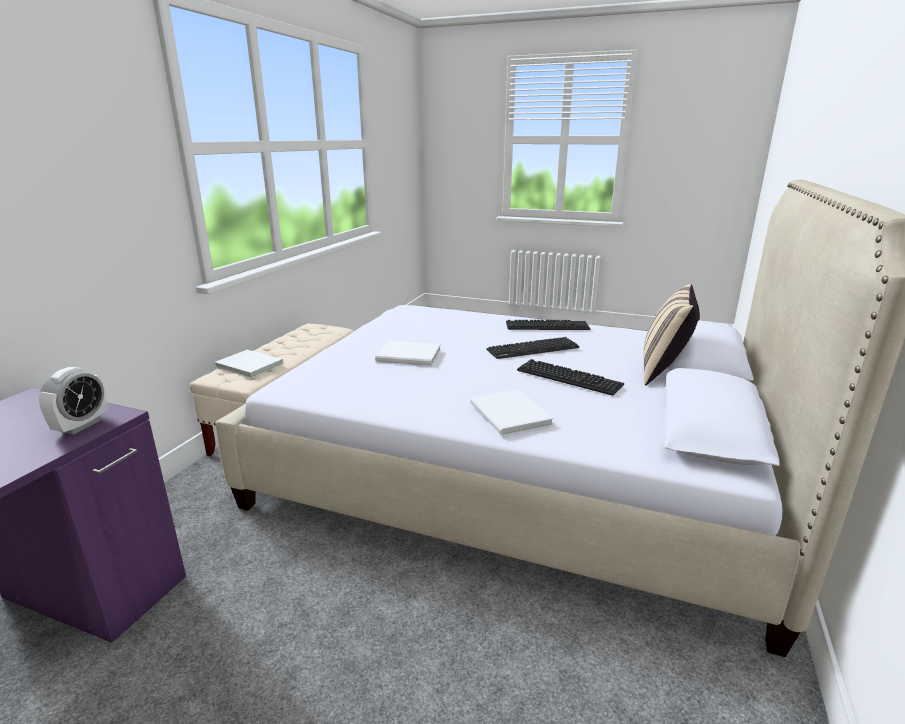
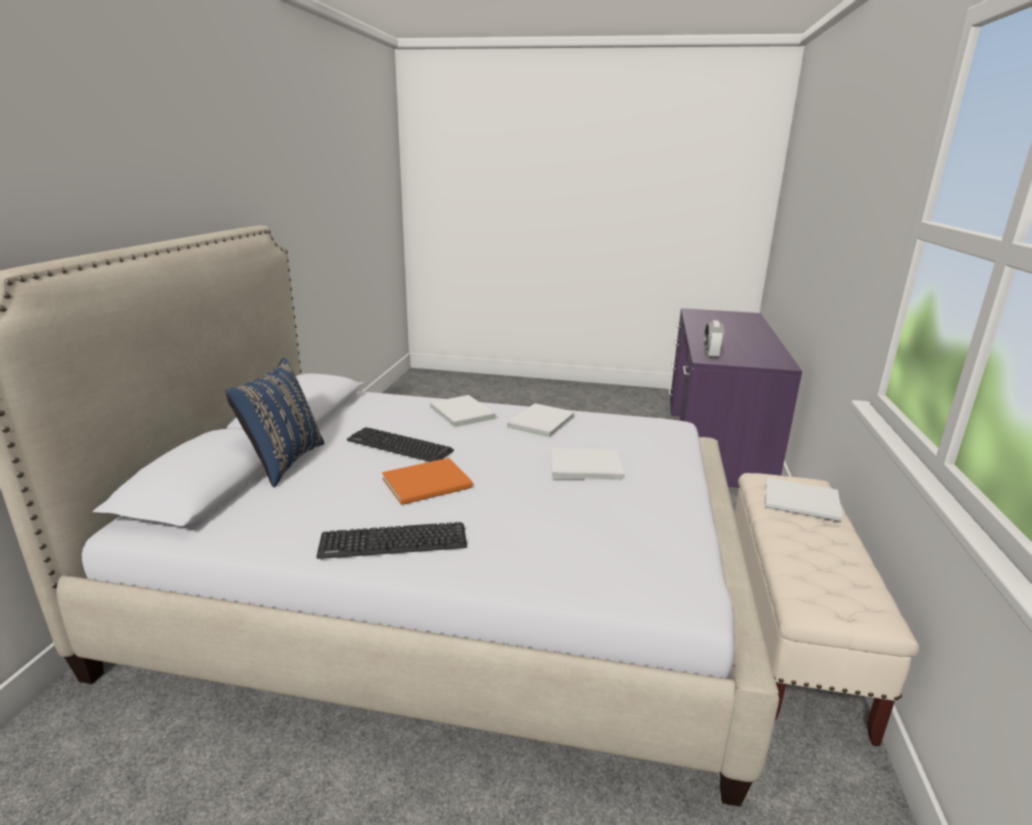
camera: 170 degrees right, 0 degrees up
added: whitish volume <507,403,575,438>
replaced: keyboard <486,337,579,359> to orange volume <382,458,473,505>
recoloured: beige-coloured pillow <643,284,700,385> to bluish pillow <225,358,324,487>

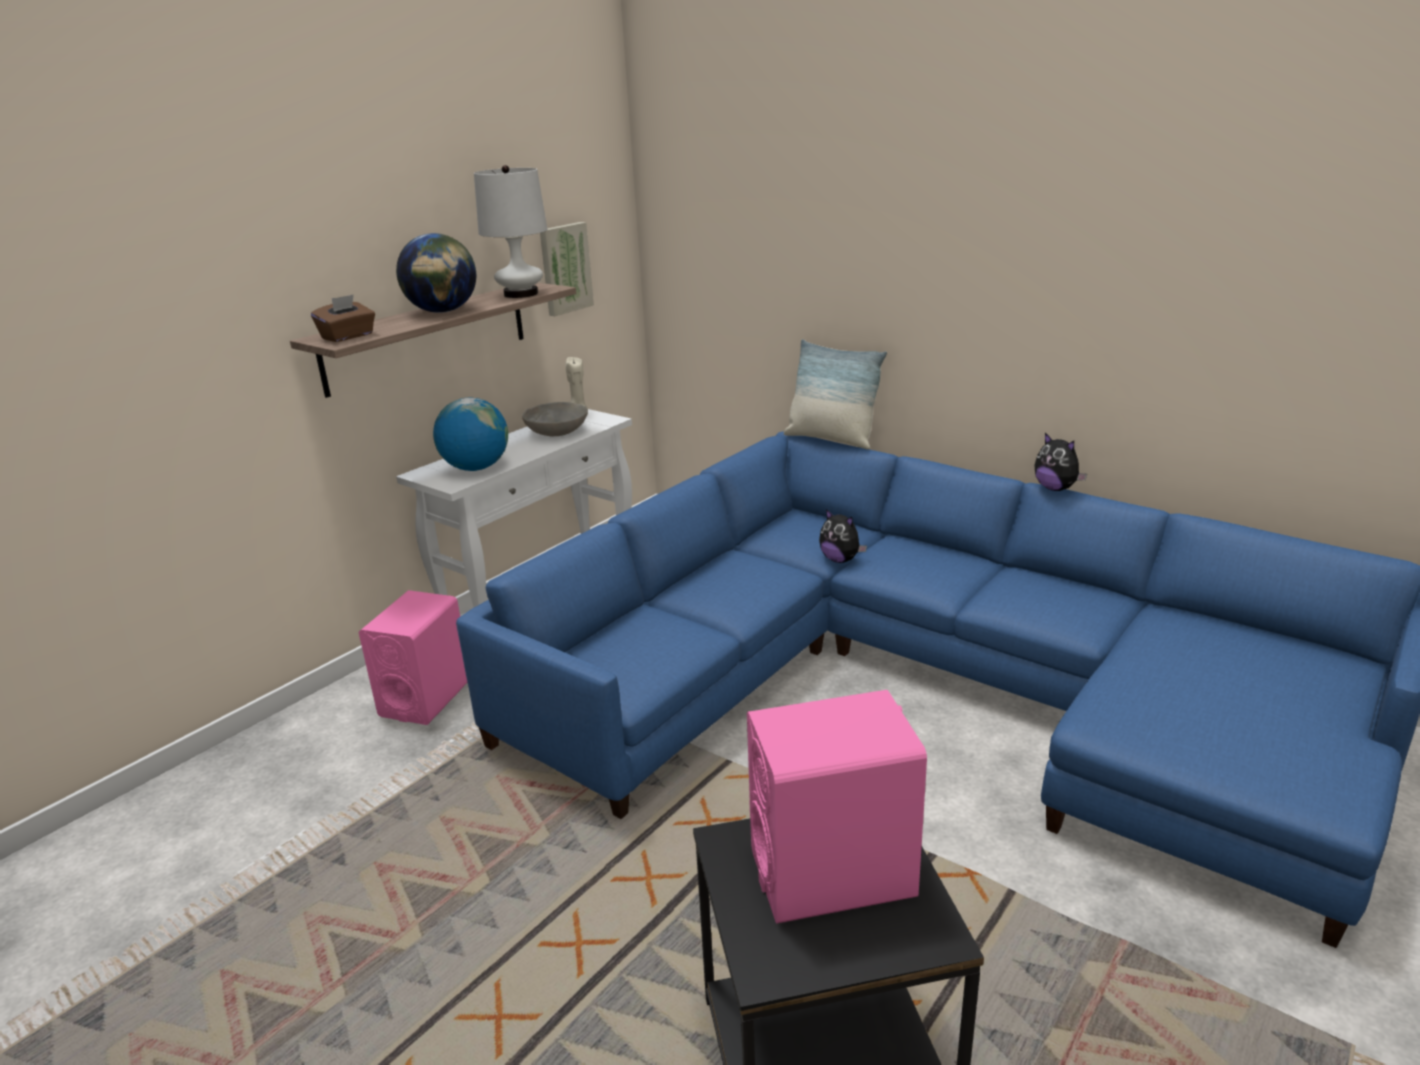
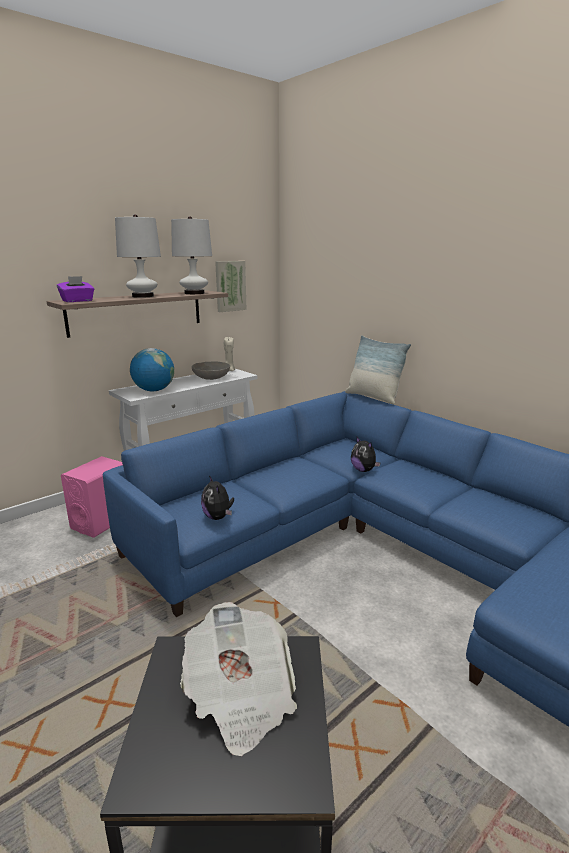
camera: 10 degrees right, 5 degrees down
moved: plush toy <1034,433,1087,491> to <201,475,234,520>
replaced: world globe <396,233,476,313> to whitish table lamp <115,214,161,298>; pink speaker <747,690,927,924> to daily paper <180,602,297,756>
recoloured: brownish tissue holder <311,294,375,342> to purple tissue holder <57,276,94,302>

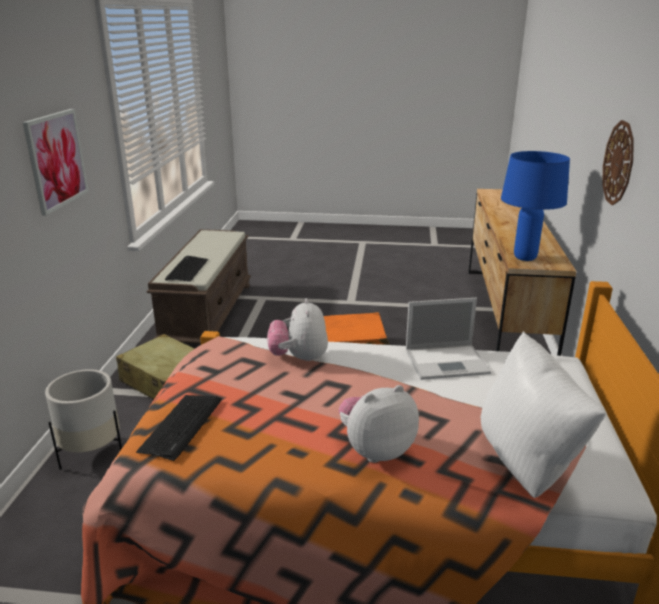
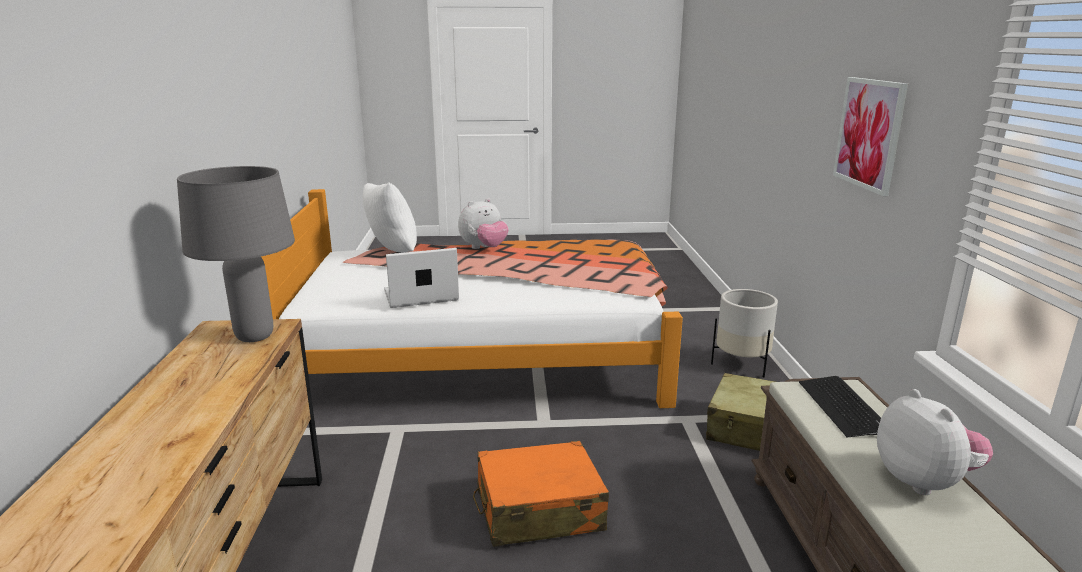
camera: 170 degrees right, 5 degrees down
removed: keyboard <136,395,222,461>; clock on the wall <602,120,634,205>
moved: plush toy <267,298,328,361> to <877,389,993,495>
recoloured: bluish table lamp <501,151,570,261> to grey table lamp <177,166,295,342>

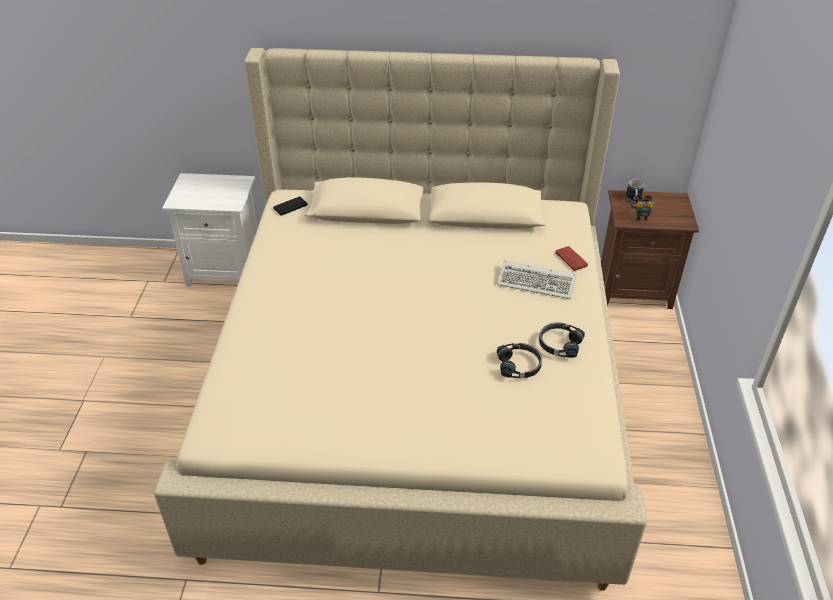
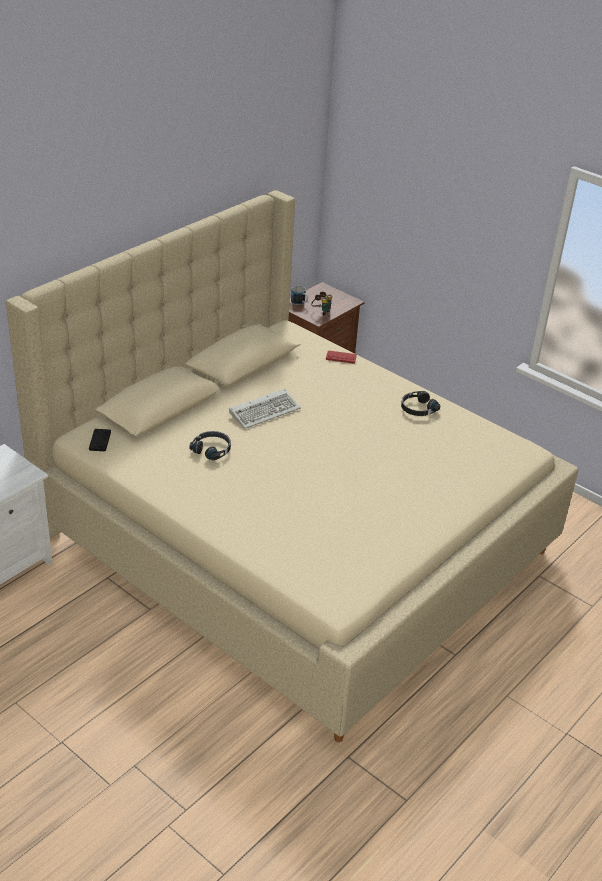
camera: 55 degrees left, 5 degrees down
moved: keyboard <497,260,576,299> to <229,389,301,429>; black pair of headphones <497,343,542,378> to <190,431,231,461>

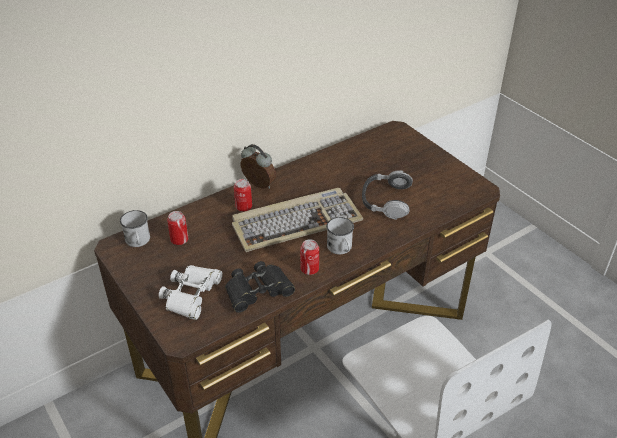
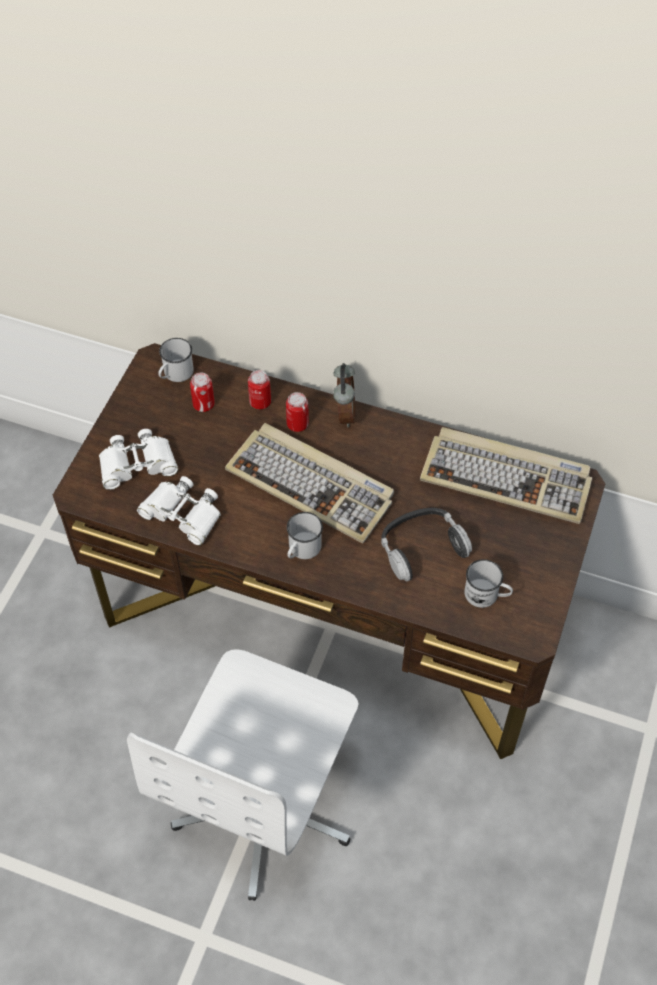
camera: 55 degrees right, 15 degrees up
added: keyboard <420,427,592,524>; whitish coffee mug <464,559,513,608>
moved: sealed can <300,240,319,275> to <248,370,271,409>
recoloured: black pair of binoculars <225,261,295,313> to whitish pair of binoculars <137,476,221,546>

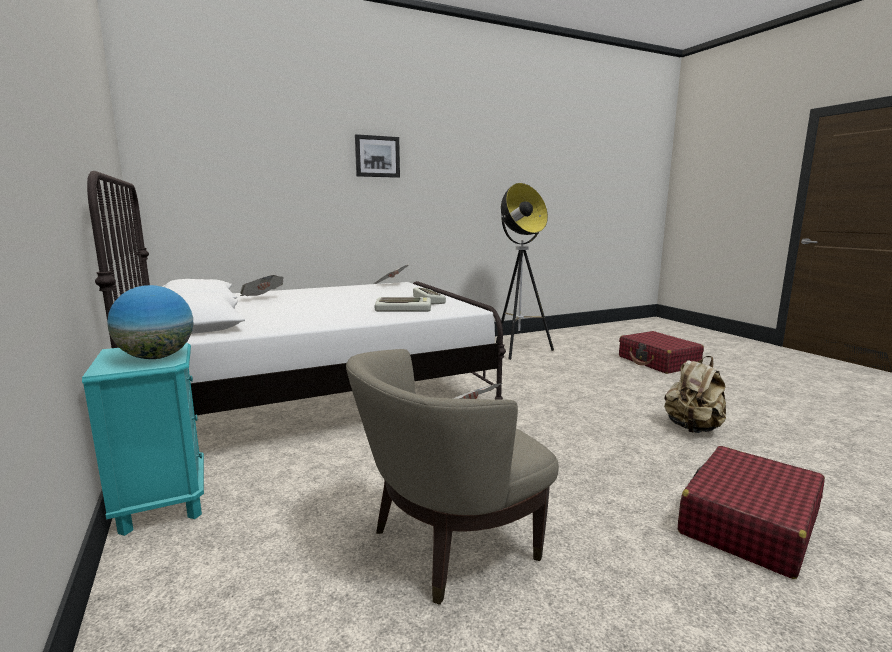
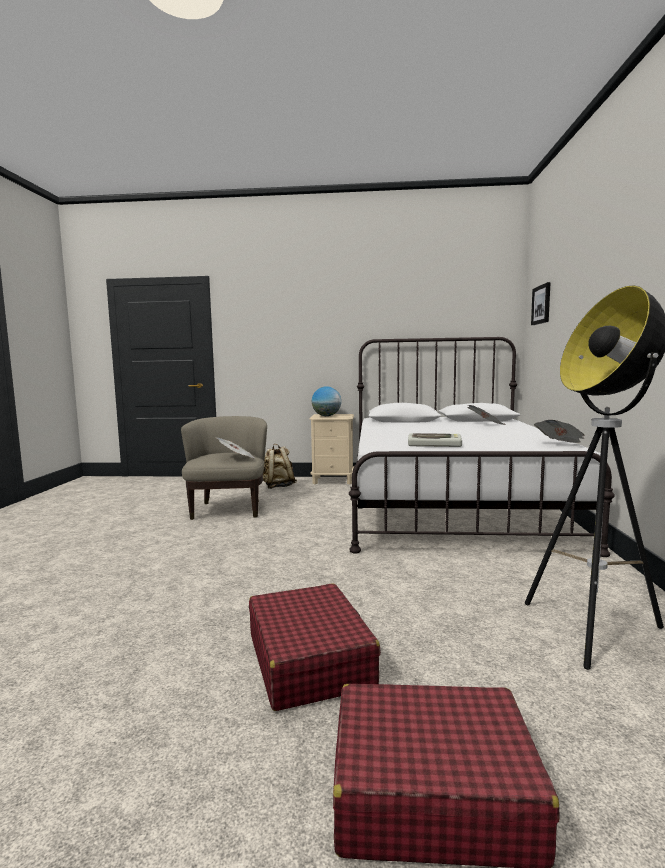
camera: 120 degrees right, 5 degrees down
removed: keyboard <375,297,431,312>
moved: wall art <355,134,400,178> to <531,282,551,325>; beige-coloured knapsack <664,356,726,433> to <263,444,297,489>; red piece of luggage <678,446,825,579> to <249,584,381,711>
recoloured: turquoise bedside table <82,343,204,536> to beige-coloured bedside table <310,414,354,485>

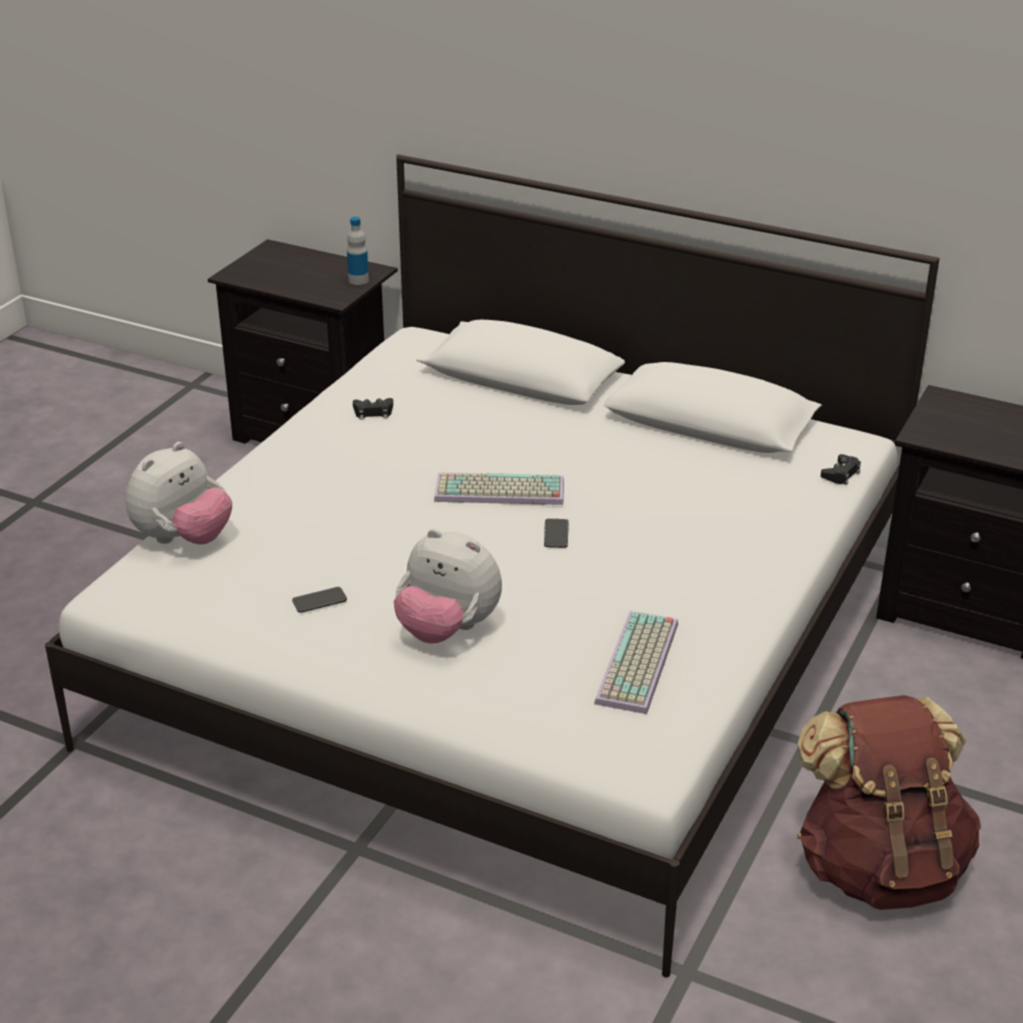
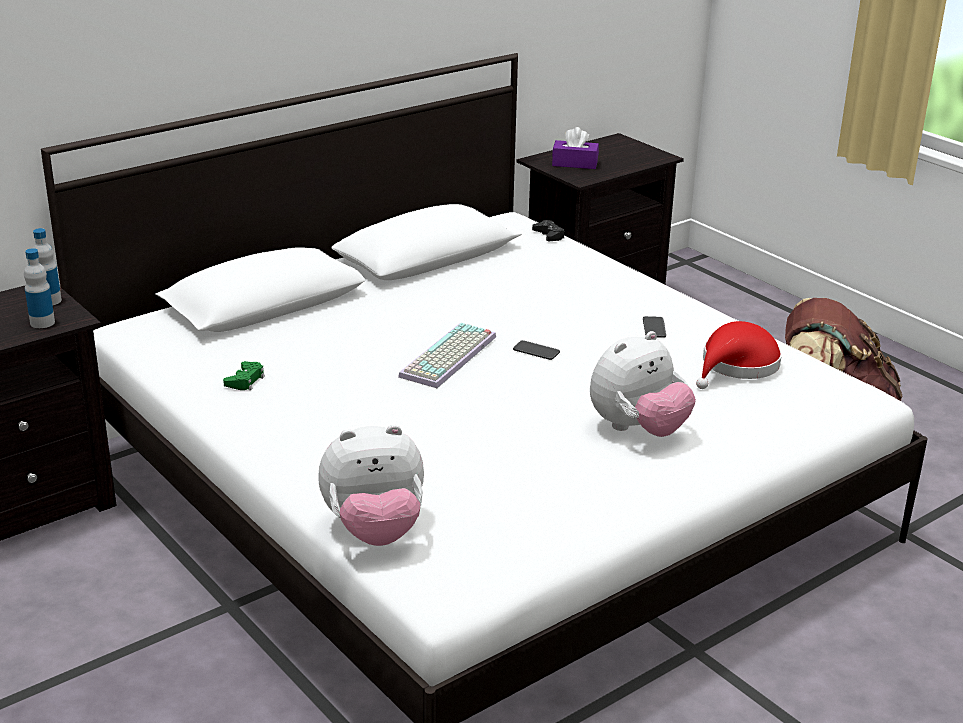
camera: 65 degrees left, 5 degrees down
added: drink bottle <24,248,55,328>; purple tissue holder <552,127,599,169>
moved: phone <292,587,347,613> to <643,316,666,338>
replaced: keyboard <594,611,678,714> to red wearable hat <696,321,782,389>
recoloured: black game controller <353,398,393,420> to greenish game controller <223,361,265,390>
turned: plush toy <125,442,232,545> = <318,425,424,546> 105 degrees clockwise

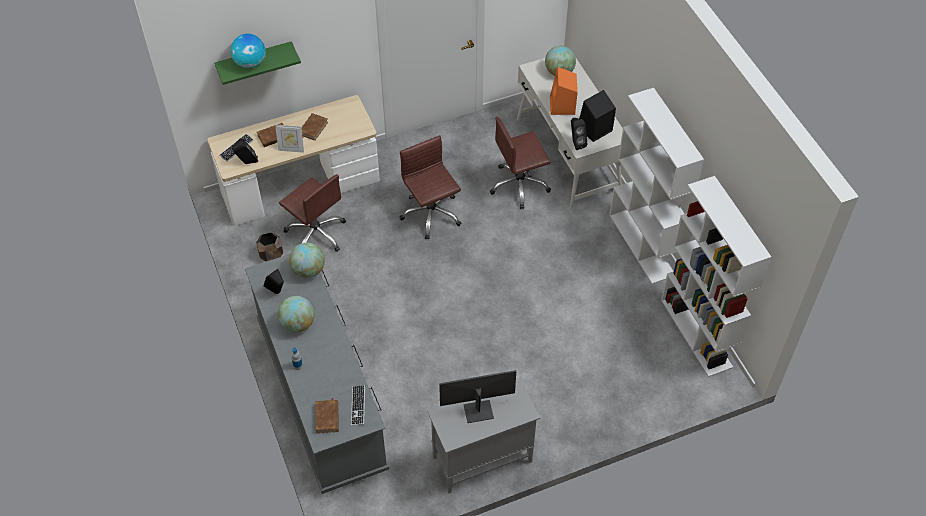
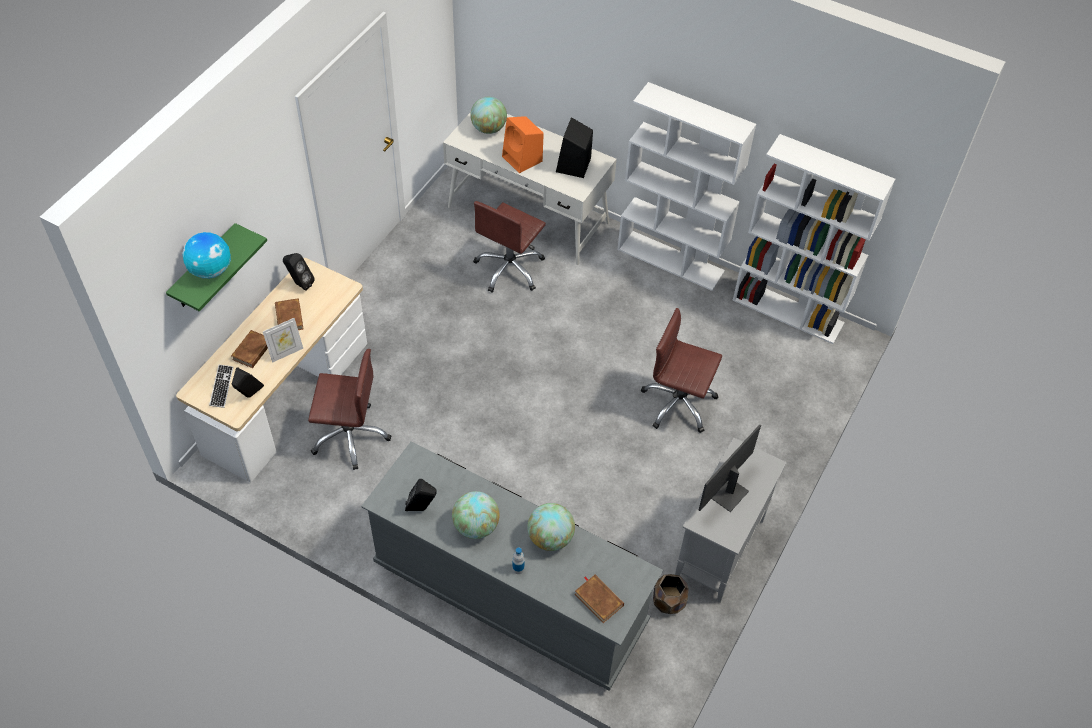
camera: 40 degrees left, 0 degrees up
removed: keyboard <351,385,365,426>
moved: brownish planter <256,232,283,261> to <653,574,689,614>; world globe <289,243,325,278> to <527,503,575,551>; brownish computer chair <400,135,461,239> to <641,308,722,433>; black speaker <571,118,588,150> to <283,253,315,291>

